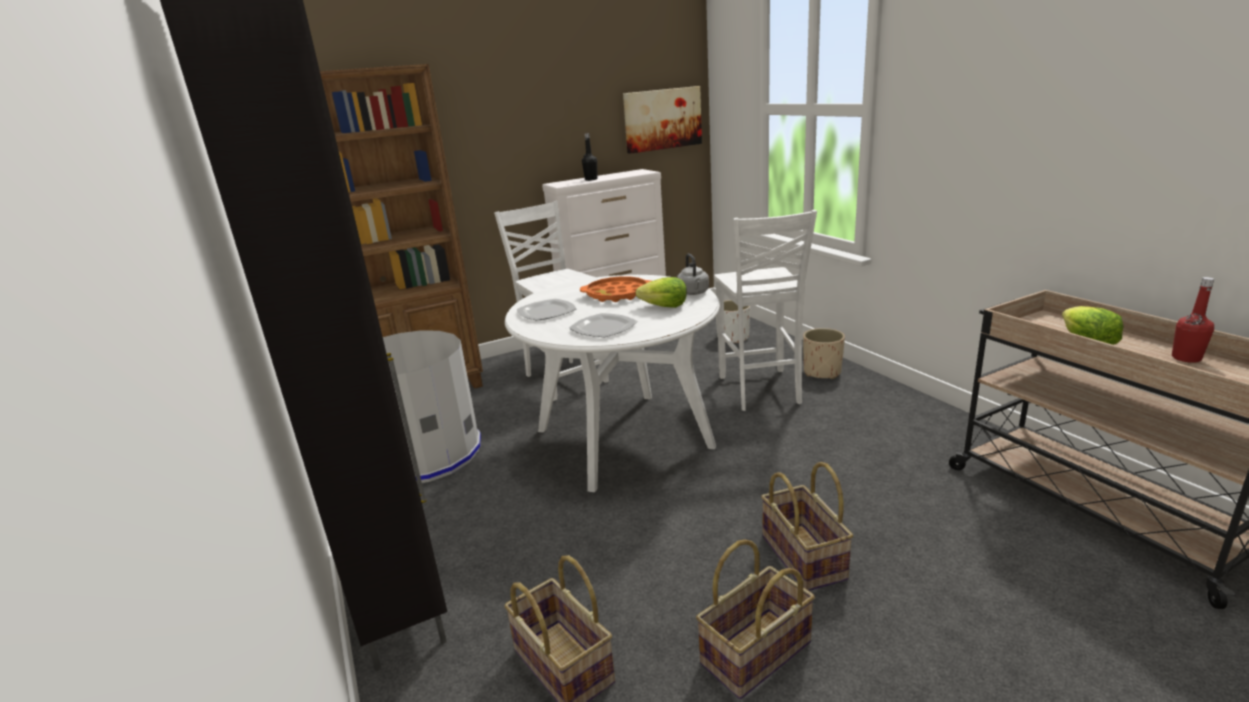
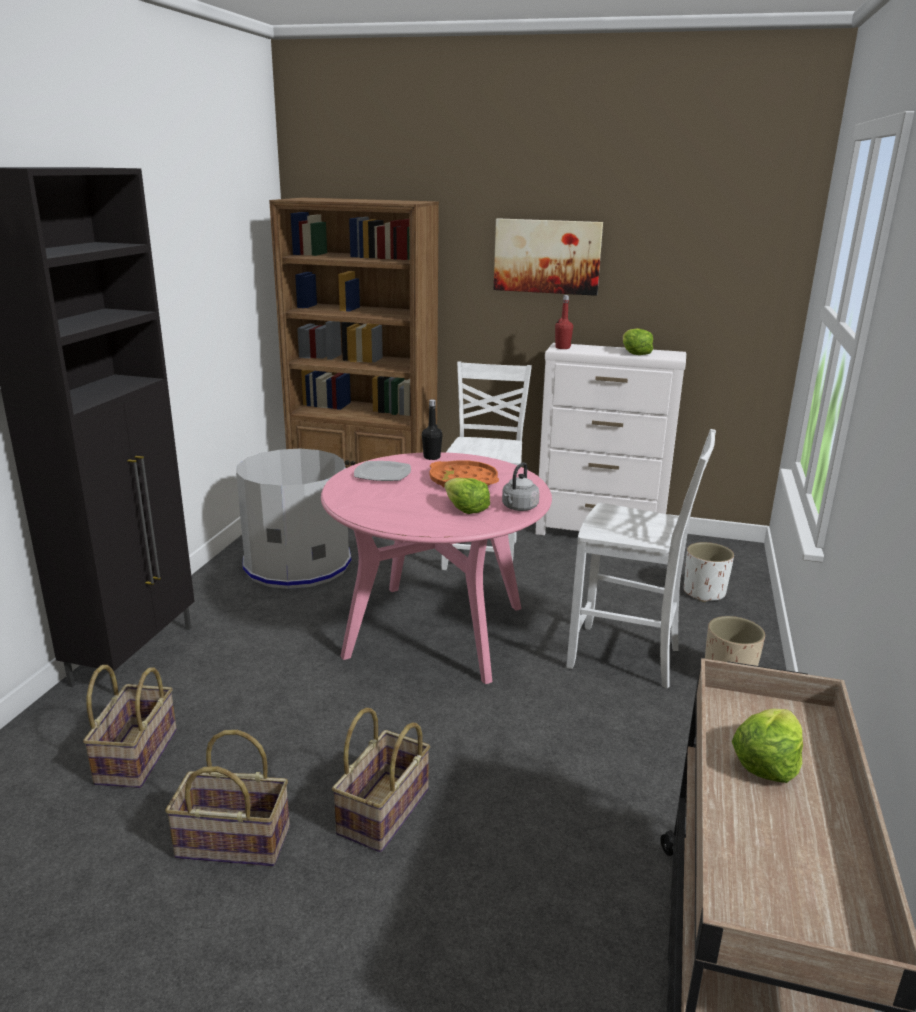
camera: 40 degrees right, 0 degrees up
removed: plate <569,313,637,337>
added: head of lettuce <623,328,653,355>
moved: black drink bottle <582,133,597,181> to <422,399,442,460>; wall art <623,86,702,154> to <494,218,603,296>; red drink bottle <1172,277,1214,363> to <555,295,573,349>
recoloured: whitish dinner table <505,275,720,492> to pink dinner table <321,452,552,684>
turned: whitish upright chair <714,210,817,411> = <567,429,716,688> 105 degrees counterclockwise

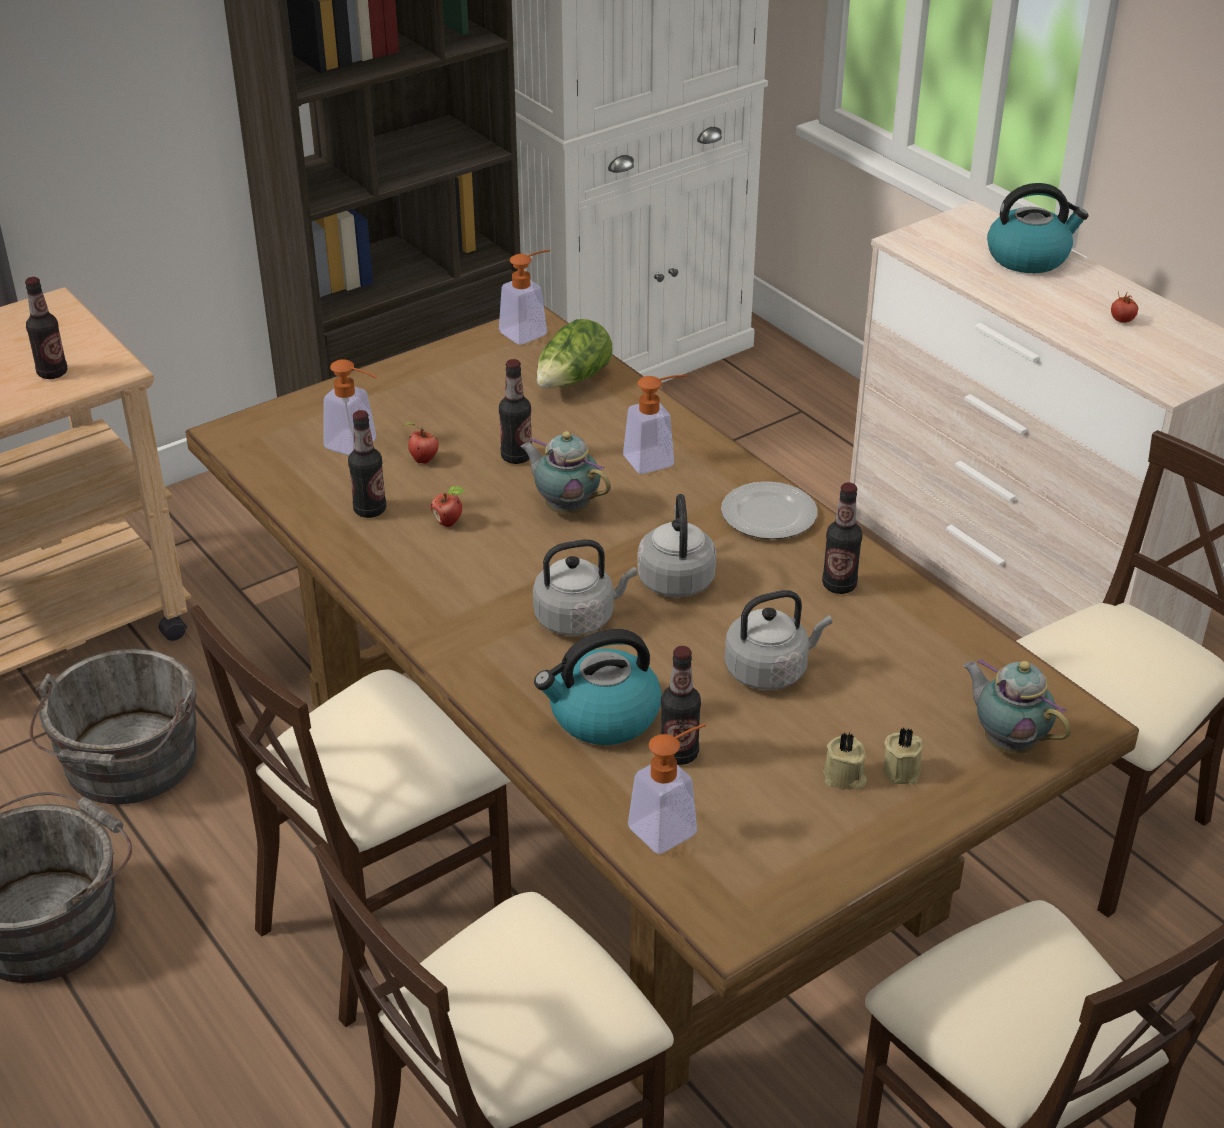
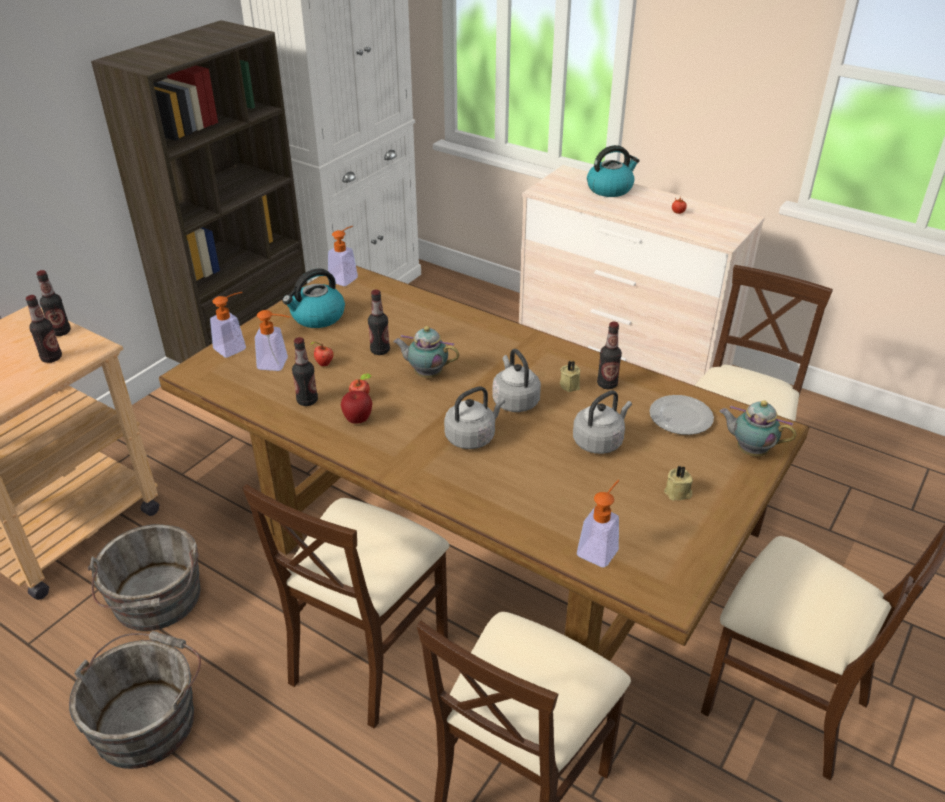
camera: 20 degrees left, 0 degrees up
removed: head of lettuce <536,319,612,388>
added: apple fruit <341,391,372,423>
moved: tea kettle <534,629,662,745> to <282,268,345,328>; soap dispenser <623,375,687,474> to <210,292,246,358>; drink bottle <661,646,701,765> to <36,270,71,336>; plate <721,481,818,539> to <649,395,714,435>; beige-coloured wax candle <883,727,923,784> to <560,360,580,392>

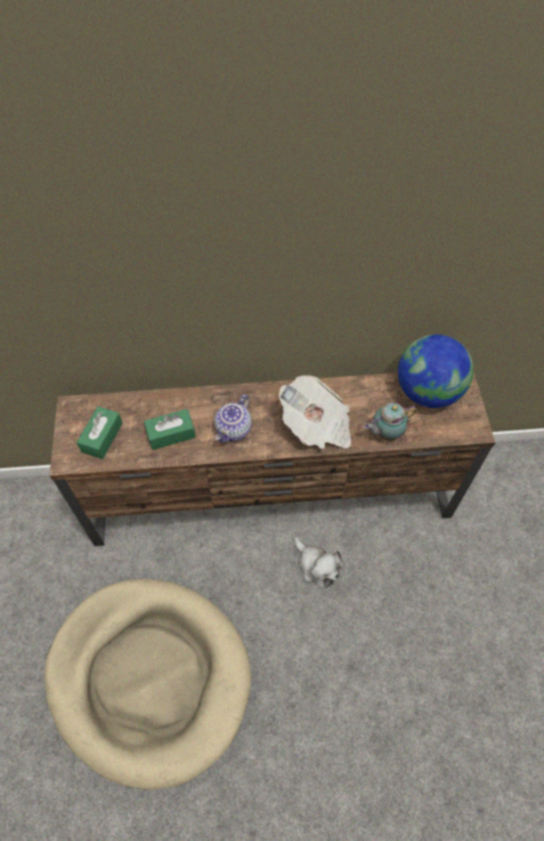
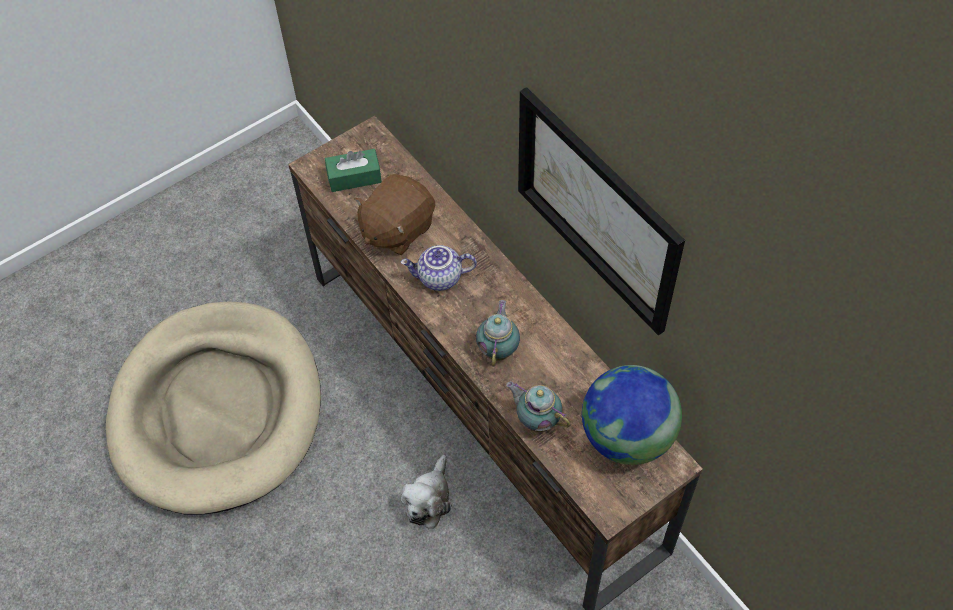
camera: 60 degrees right, 0 degrees up
added: wall art <518,87,685,336>
replaced: greenish tissue holder <144,409,196,450> to brownish plush toy <354,174,435,255>; daily paper <279,375,351,449> to teapot <476,300,520,366>

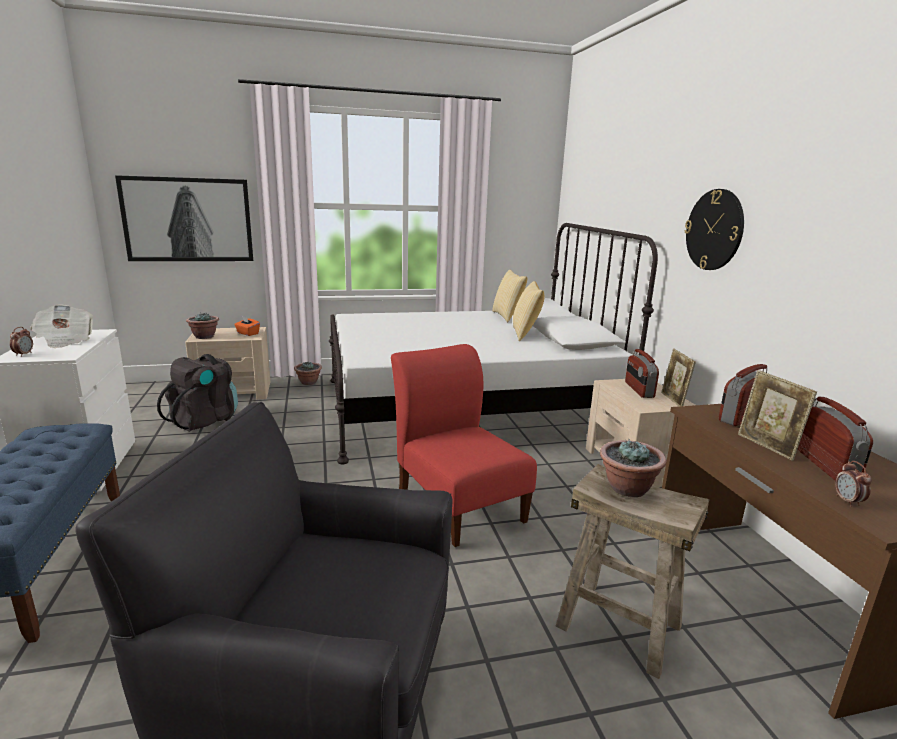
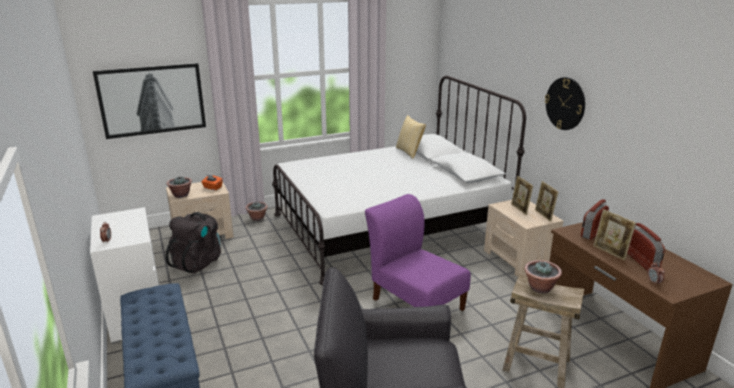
camera: 10 degrees left, 5 degrees up
removed: daily paper <30,304,94,348>; pillow <513,281,544,342>
replaced: radio set <625,349,659,398> to picture frame <511,176,533,215>
recoloured: red upright chair <391,344,537,547> to purple upright chair <365,194,471,311>

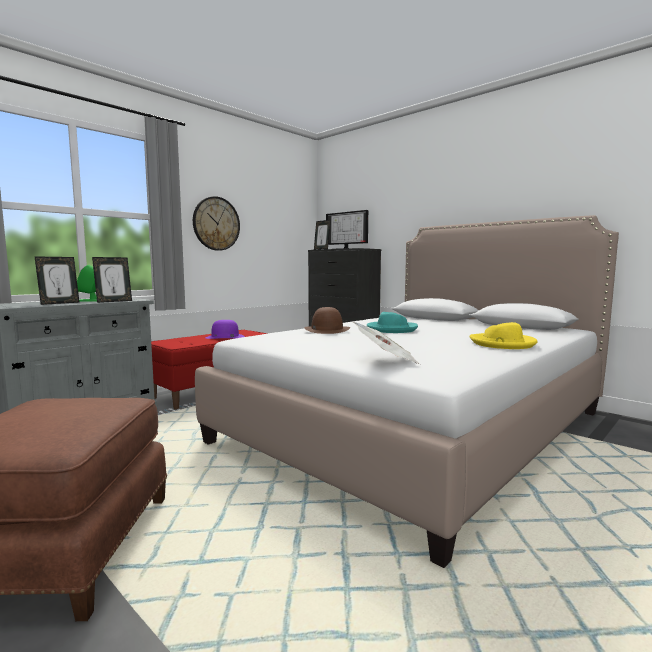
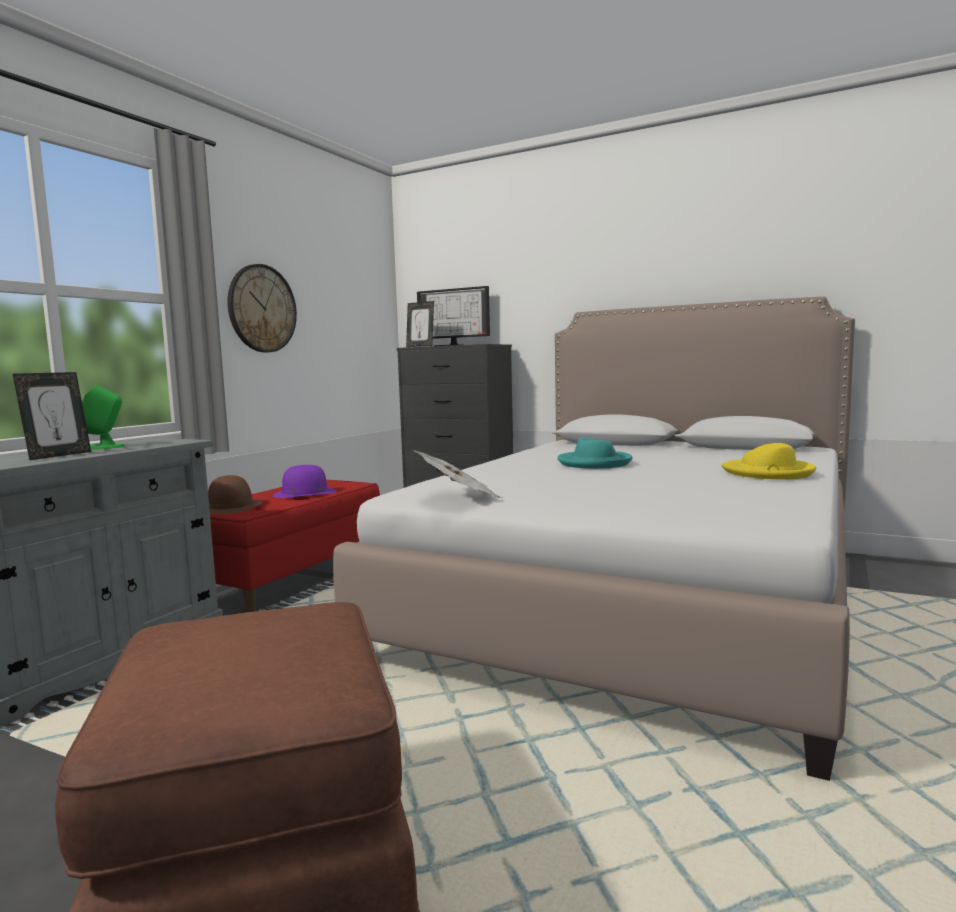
camera: 15 degrees left, 0 degrees up
removed: picture frame <92,257,132,303>
moved: brownish wearable hat <304,307,350,334> to <208,475,263,514>; daily paper <353,322,420,364> to <413,450,502,498>

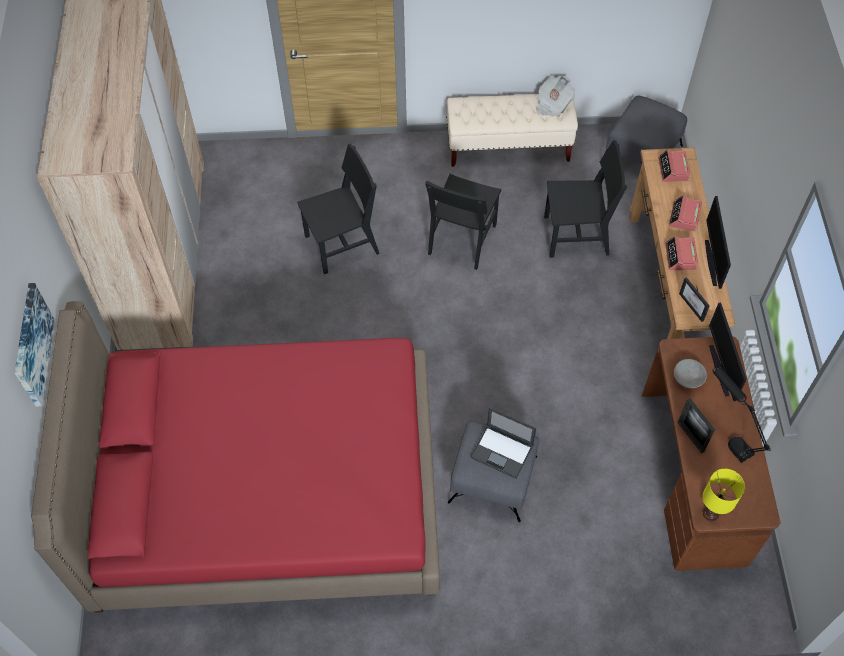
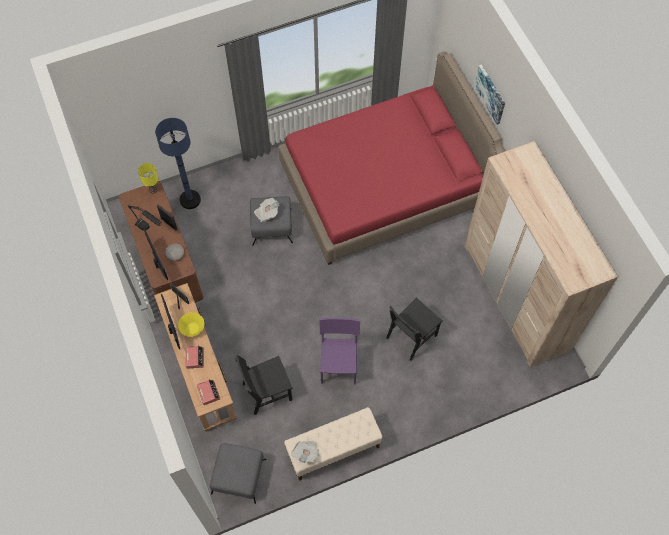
camera: 160 degrees right, 5 degrees up
added: bluish floor lamp <155,118,201,209>
replaced: laptop <470,407,536,479> to daily paper <254,198,279,222>; table clock <665,236,698,270> to yellow serving bowl <178,312,204,337>
recoloured: black upright chair <425,174,501,270> to purple upright chair <320,317,360,385>

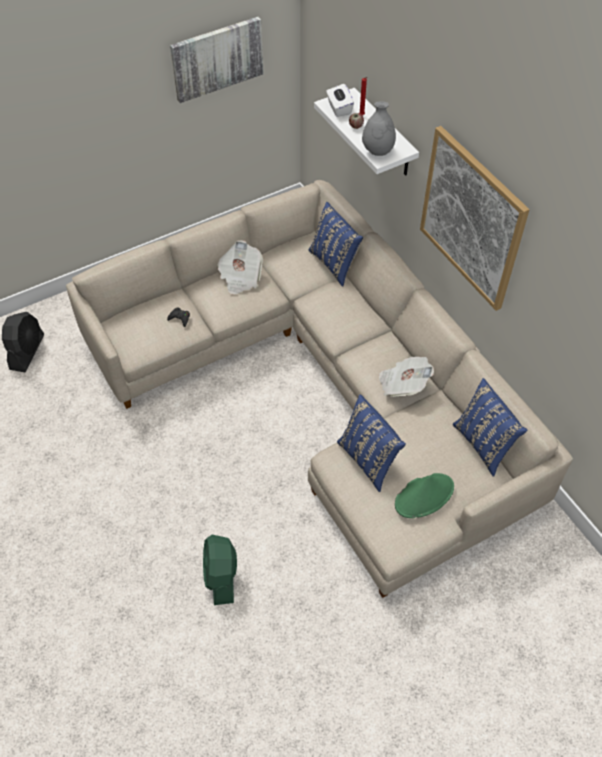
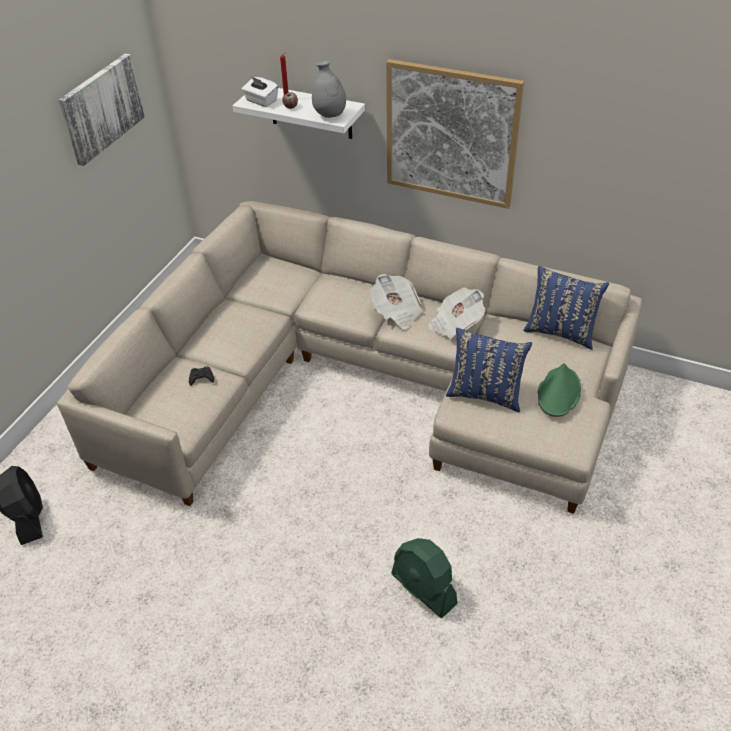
camera: 35 degrees left, 10 degrees down
removed: bluish pillow <308,202,363,287>
moved: daily paper <217,240,263,295> to <370,274,423,329>

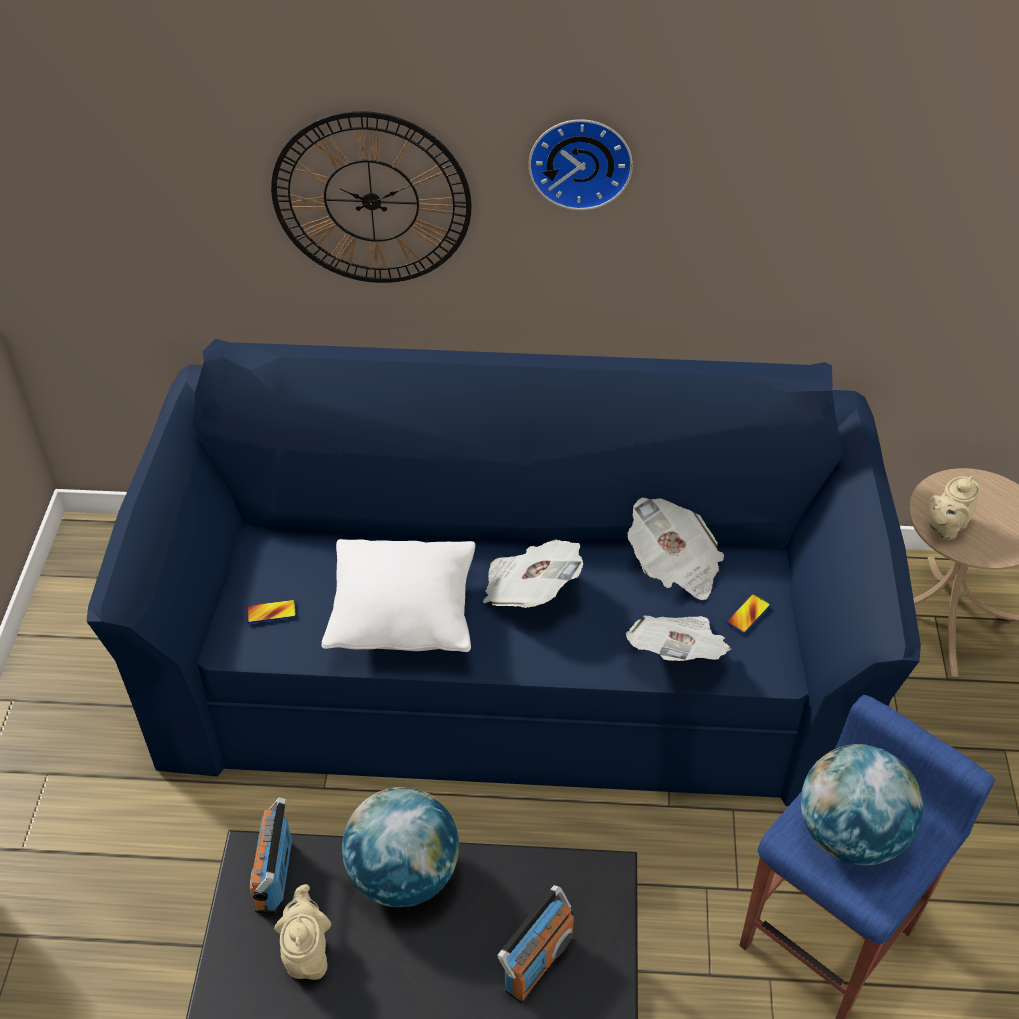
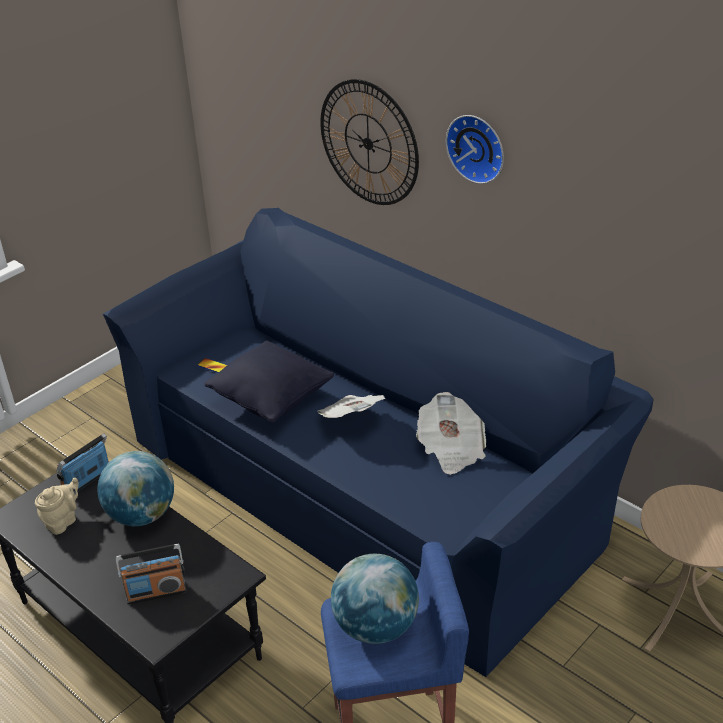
camera: 40 degrees right, 10 degrees down
removed: daily paper <626,615,731,661>; phone <726,594,770,634>; beige-coloured teapot <929,476,980,540>
recoloured: whitish pillow <322,539,475,652> to black pillow <204,341,334,423>

